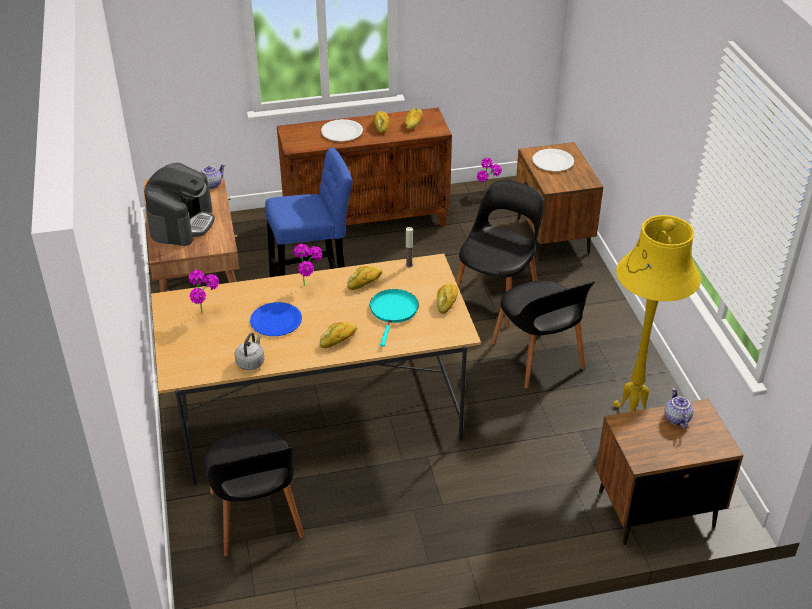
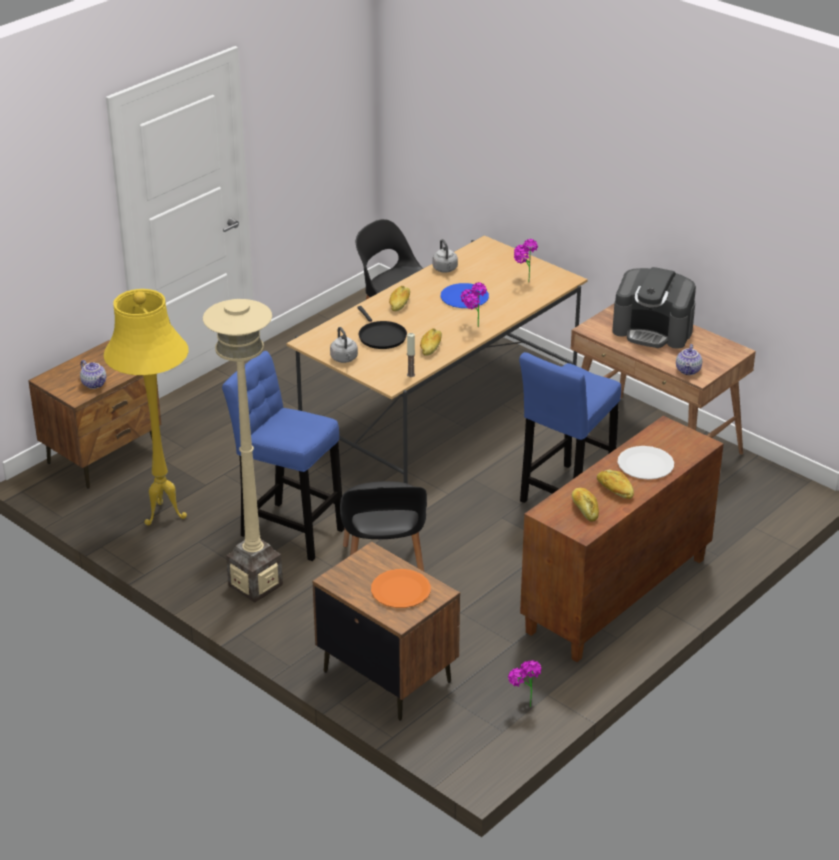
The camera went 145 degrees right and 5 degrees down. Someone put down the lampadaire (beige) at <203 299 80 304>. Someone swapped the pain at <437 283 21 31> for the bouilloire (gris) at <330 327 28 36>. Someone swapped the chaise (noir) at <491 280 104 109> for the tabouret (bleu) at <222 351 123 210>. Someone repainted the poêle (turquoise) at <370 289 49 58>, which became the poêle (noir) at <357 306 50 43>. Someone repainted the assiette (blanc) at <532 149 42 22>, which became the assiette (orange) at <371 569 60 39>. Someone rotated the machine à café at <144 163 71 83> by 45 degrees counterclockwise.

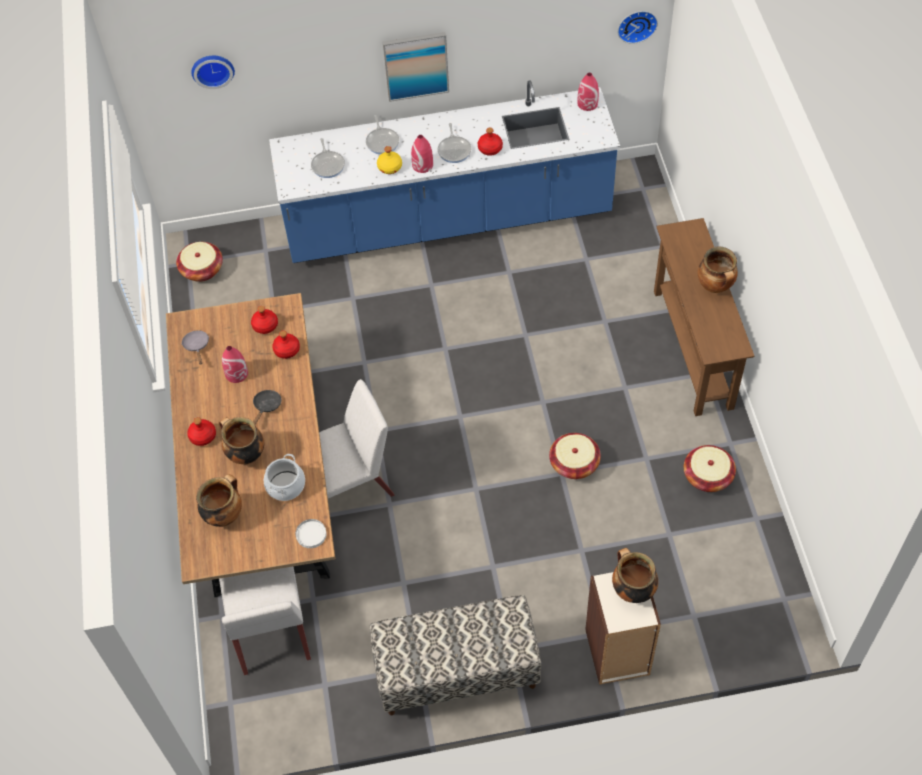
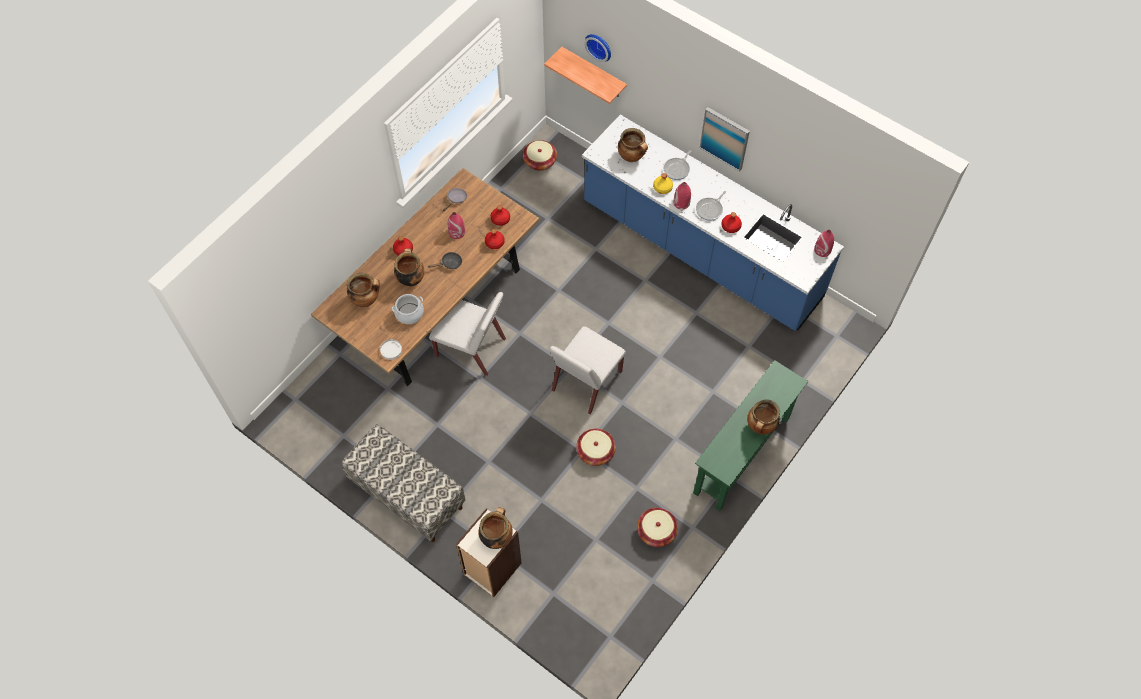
The camera went 45 degrees right and 5 degrees up. Someone took away the horloge murale at <618 11 40 33>. Someone put up the étagère at <544 47 83 57>. Someone carried the chaise (blanc) from <219 566 92 109> to <550 326 76 88>. Someone swapped the poêle at <311 138 34 40> for the marmite at <618 128 30 34>. Someone repainted the table console (marron) at <654 218 100 198>, which became the table console (vert) at <693 360 115 151>.

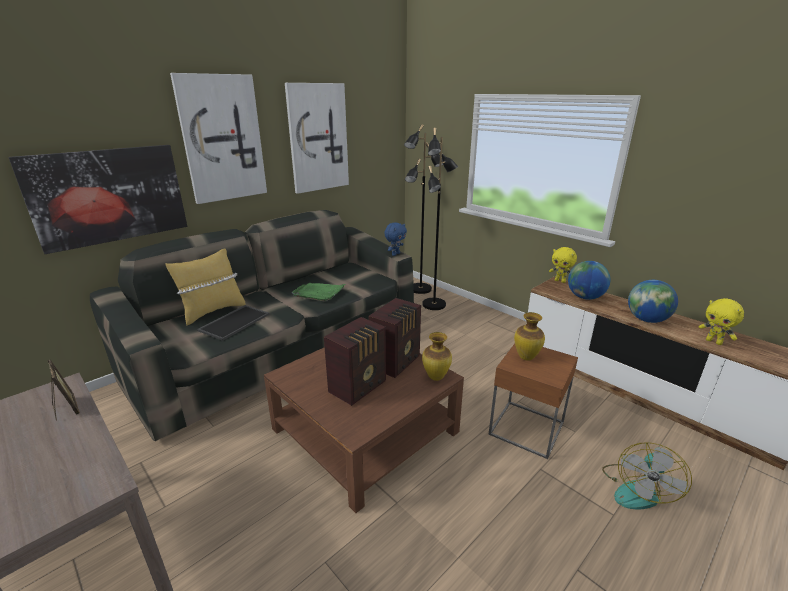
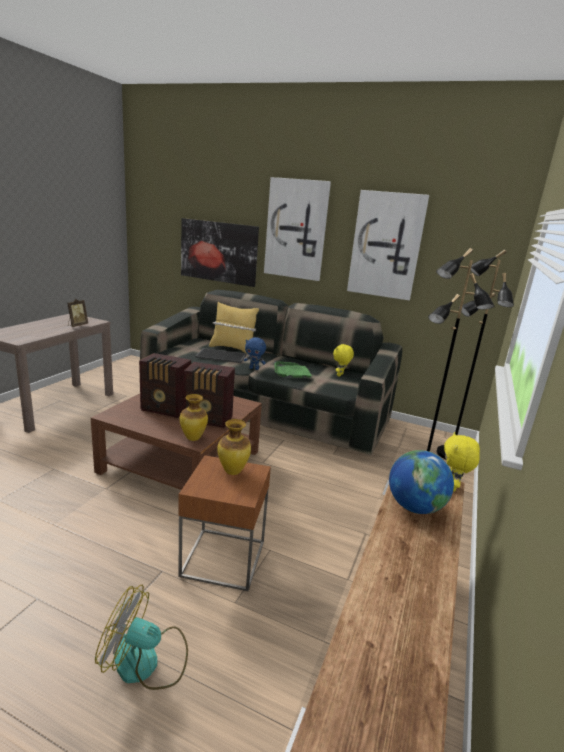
The camera went 65 degrees right and 5 degrees down. Someone took away the globe at <628 280 50 43>. Someone carried the peluche (bleu) from <384 222 23 34> to <244 337 22 33>. Someone carried the peluche (jaune) from <699 298 45 47> to <333 344 21 33>.

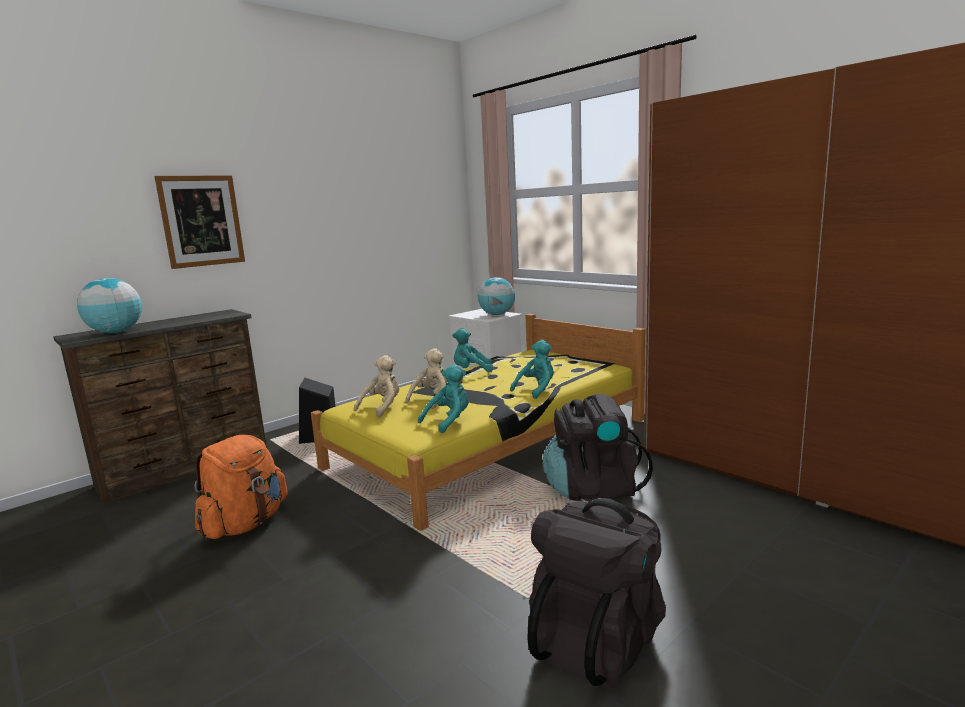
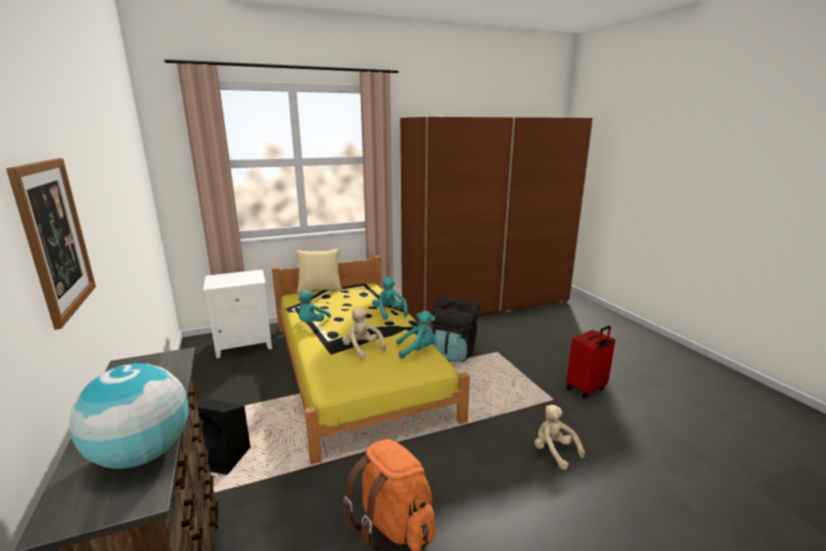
The camera went 70 degrees left and 5 degrees up. Someone took away the globe at <478 277 37 38>. Someone put down the coussin at <296 248 46 45>. Someone carried the peluche (beige) from <354 355 45 63> to <534 405 51 65>. Someone swapped the sac à dos (noir) at <528 498 138 191> for the valise (rouge) at <566 326 49 73>. Someone rotated the peluche (turquoise) at <418 365 51 68> by 105 degrees clockwise.

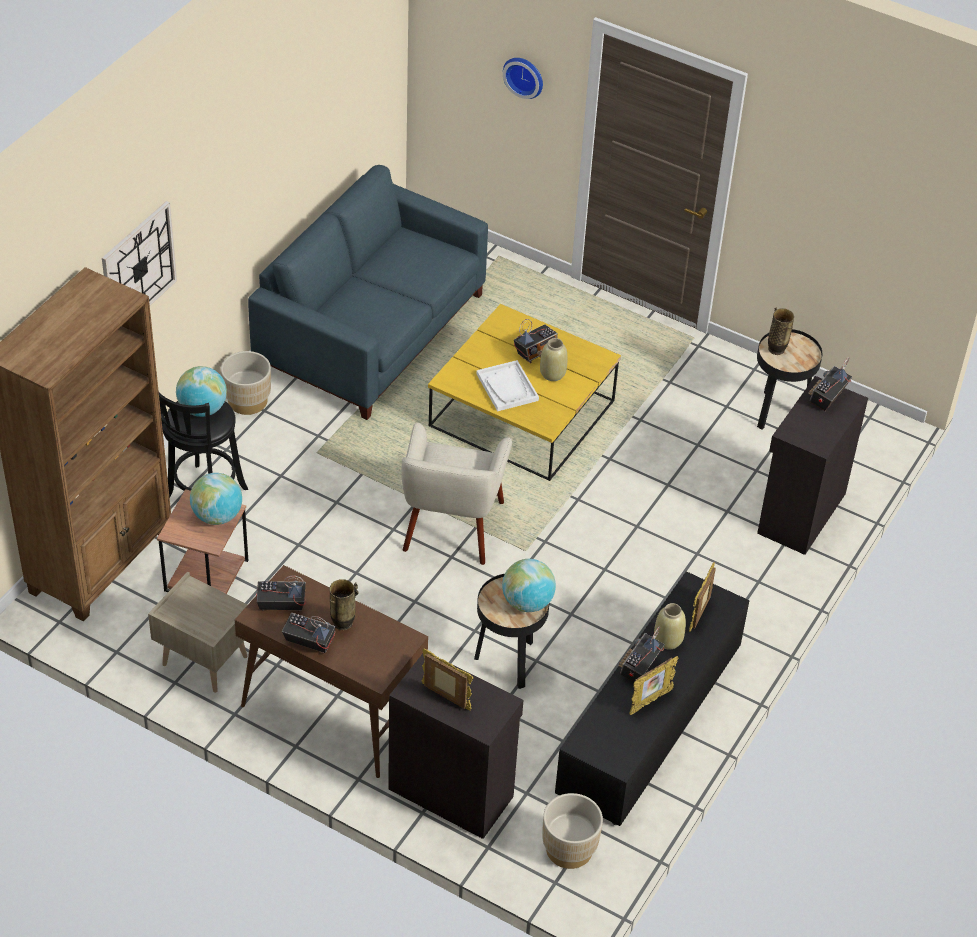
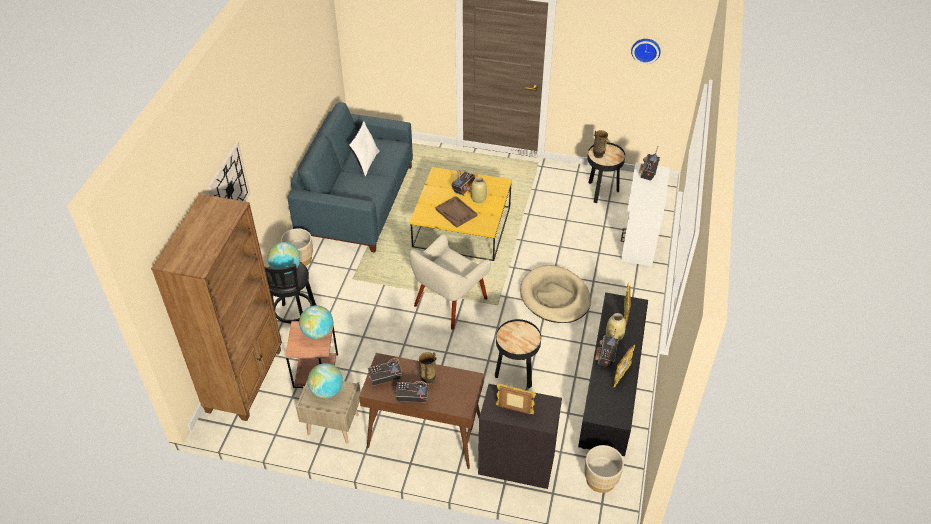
The camera went 15 degrees left and 0 degrees up. Someone put down the coussin (blanc) at <349 121 31 55>. Someone put down the panier pour chien (beige) at <520 265 71 58>. Someone carried the globe from <502 559 54 53> to <308 363 35 35>. Someone carried the horloge murale from <503 58 40 41> to <631 39 30 25>. Someone repainted the plateau (blanc) at <477 360 62 51>, which became the plateau (marron) at <435 196 42 32>. Someone repainted the meuble de rangement (noir) at <757 376 111 179>, which became the meuble de rangement (blanc) at <621 163 49 103>. Someone rotated the fauteuil (beige) at <401 423 111 142> by 45 degrees clockwise.

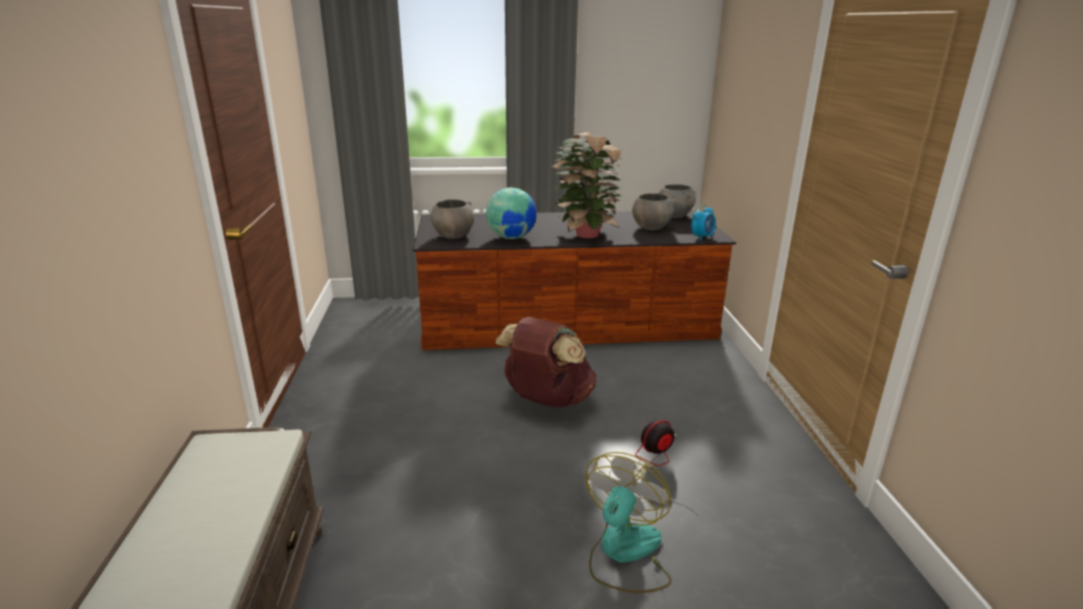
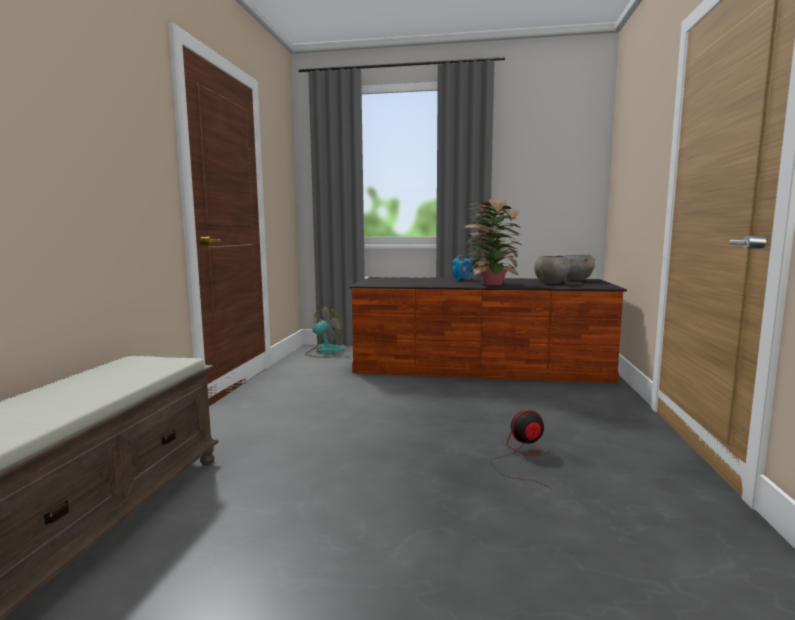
The camera went 15 degrees right and 15 degrees down. Someone took away the bol (gris) at <431 199 43 40>. Someone took away the globe at <486 188 51 51>. Someone took away the sac à dos (marron) at <495 317 101 91>. Someone carried the ventilateur from <585 452 87 141> to <305 306 39 52>. Someone carried the réveil from <692 204 24 37> to <452 255 20 25>.

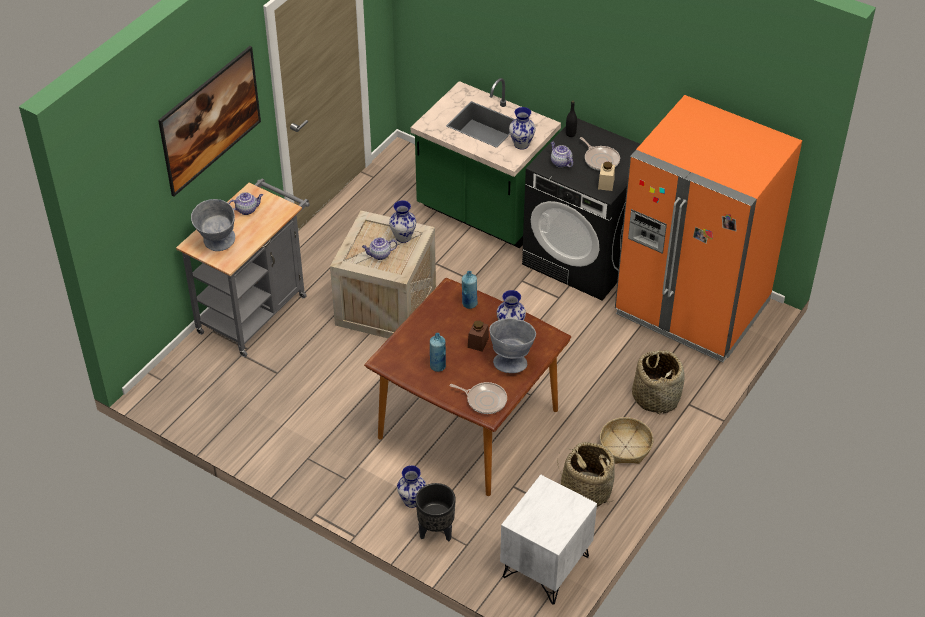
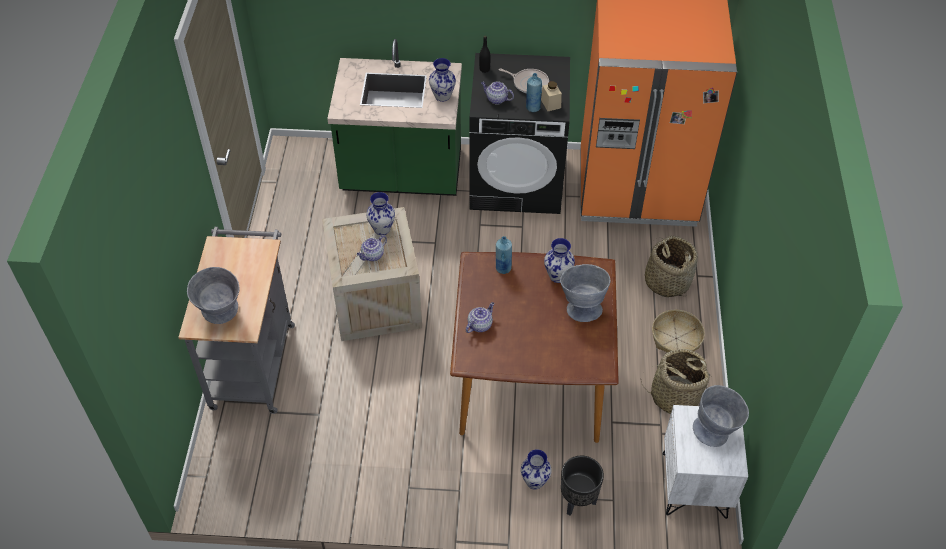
The camera went 30 degrees left and 5 degrees up. Someone took away the tableau at <158 46 103 151>. Someone took away the poêle at <450 382 57 32>. Someone took away the bocal (marron) at <468 320 21 32>. Someone put down the bol (gris) at <693 385 56 62>. Someone carried the théière from <229 192 34 23> to <466 302 29 31>. Someone carried the bouteille (bleu) from <430 333 16 39> to <526 73 16 39>.

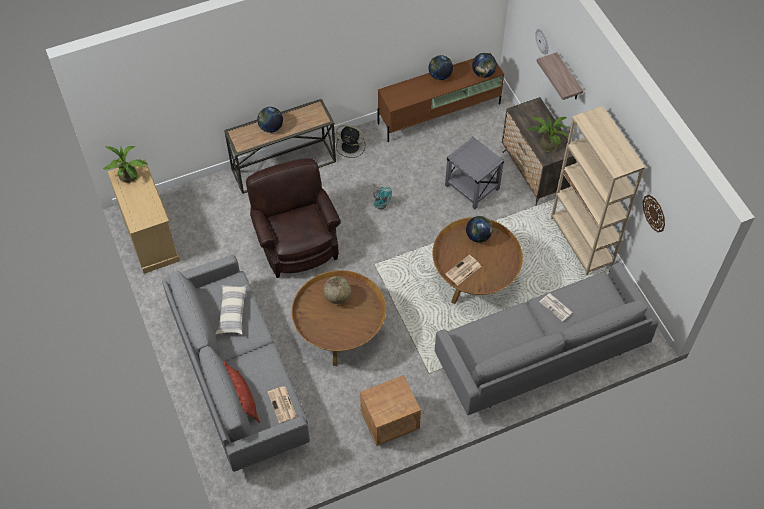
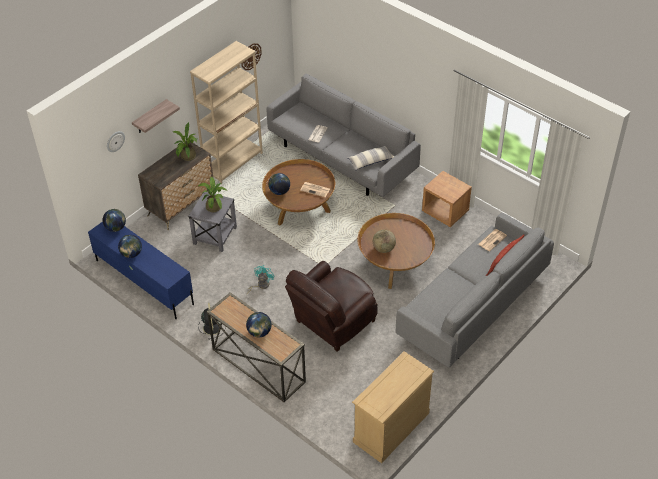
The camera went 115 degrees left and 10 degrees down. Someone carried the plante en pot from <103 146 46 37> to <198 177 28 35>. Someone carried the coussin from <215 285 32 50> to <347 146 47 24>. Someone repainted the meuble télé (marron) at <378 53 126 89>, which became the meuble télé (bleu) at <88 222 106 97>.

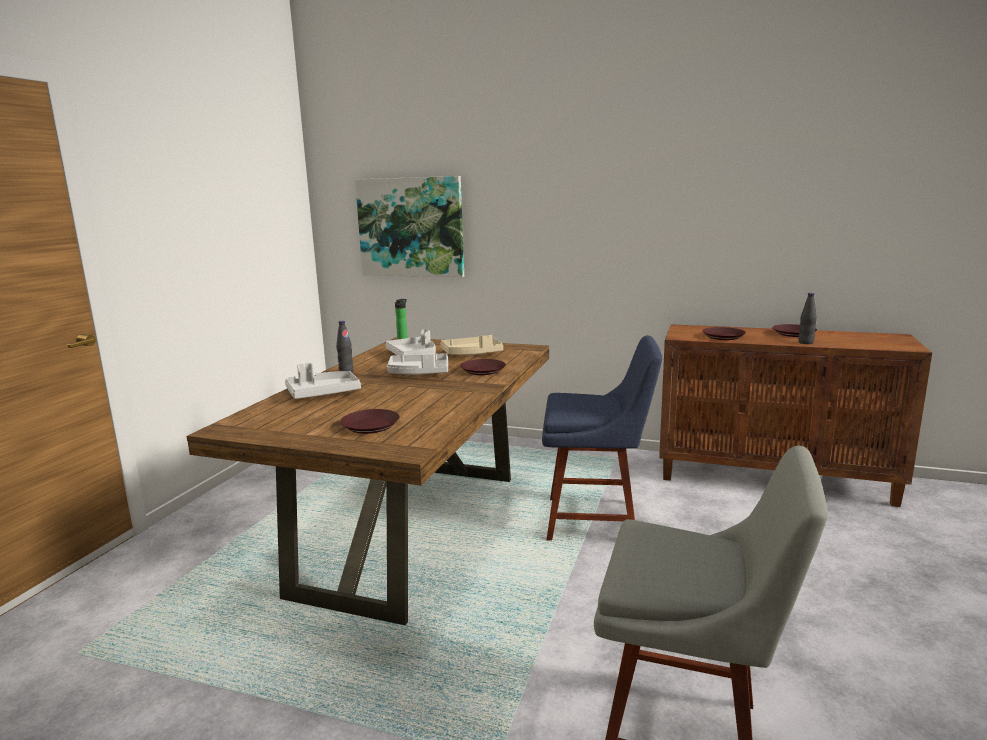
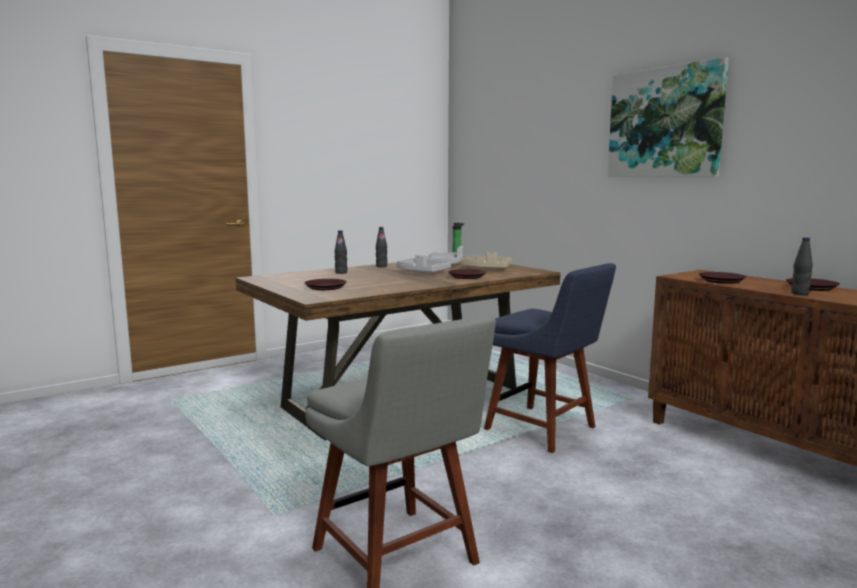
The camera went 35 degrees right and 5 degrees down. Someone carried the tableau from <355 176 109 101> to <608 57 121 120>. Someone swapped the plateau (gris) at <285 363 76 36> for the bouteille (noir) at <335 230 12 44>.

